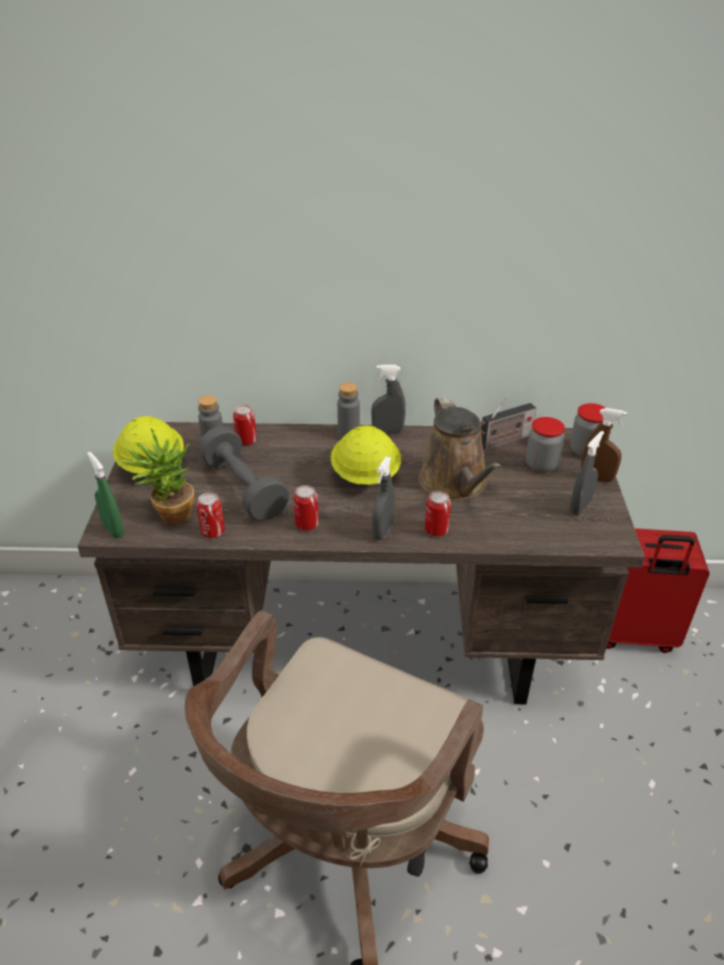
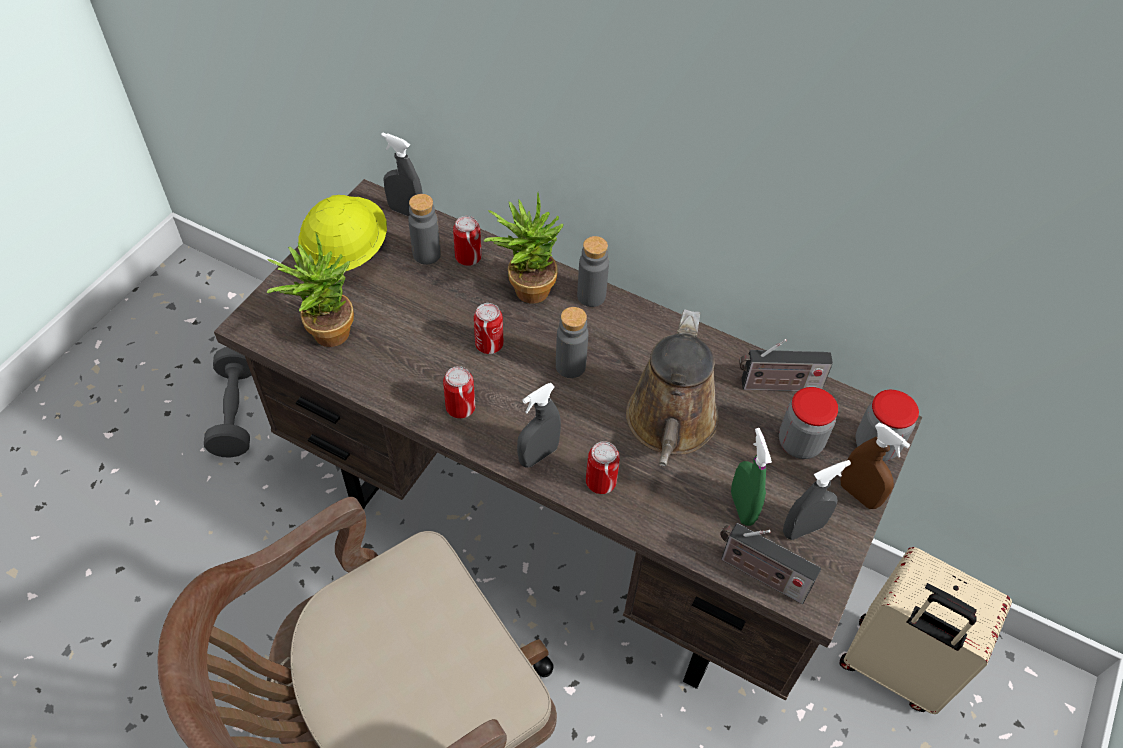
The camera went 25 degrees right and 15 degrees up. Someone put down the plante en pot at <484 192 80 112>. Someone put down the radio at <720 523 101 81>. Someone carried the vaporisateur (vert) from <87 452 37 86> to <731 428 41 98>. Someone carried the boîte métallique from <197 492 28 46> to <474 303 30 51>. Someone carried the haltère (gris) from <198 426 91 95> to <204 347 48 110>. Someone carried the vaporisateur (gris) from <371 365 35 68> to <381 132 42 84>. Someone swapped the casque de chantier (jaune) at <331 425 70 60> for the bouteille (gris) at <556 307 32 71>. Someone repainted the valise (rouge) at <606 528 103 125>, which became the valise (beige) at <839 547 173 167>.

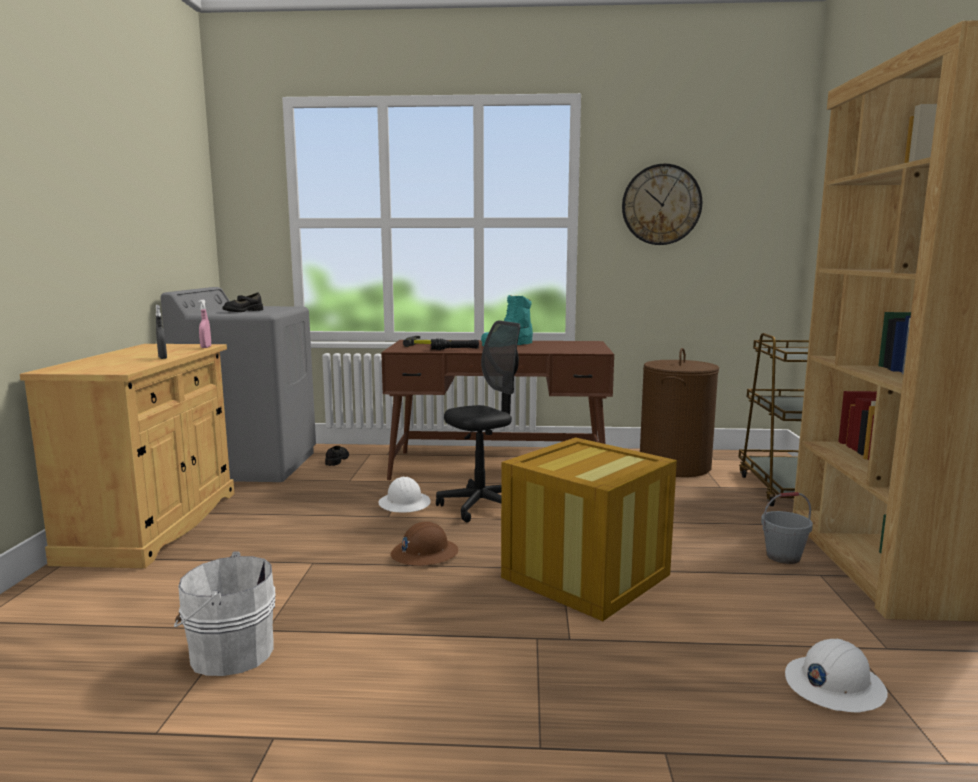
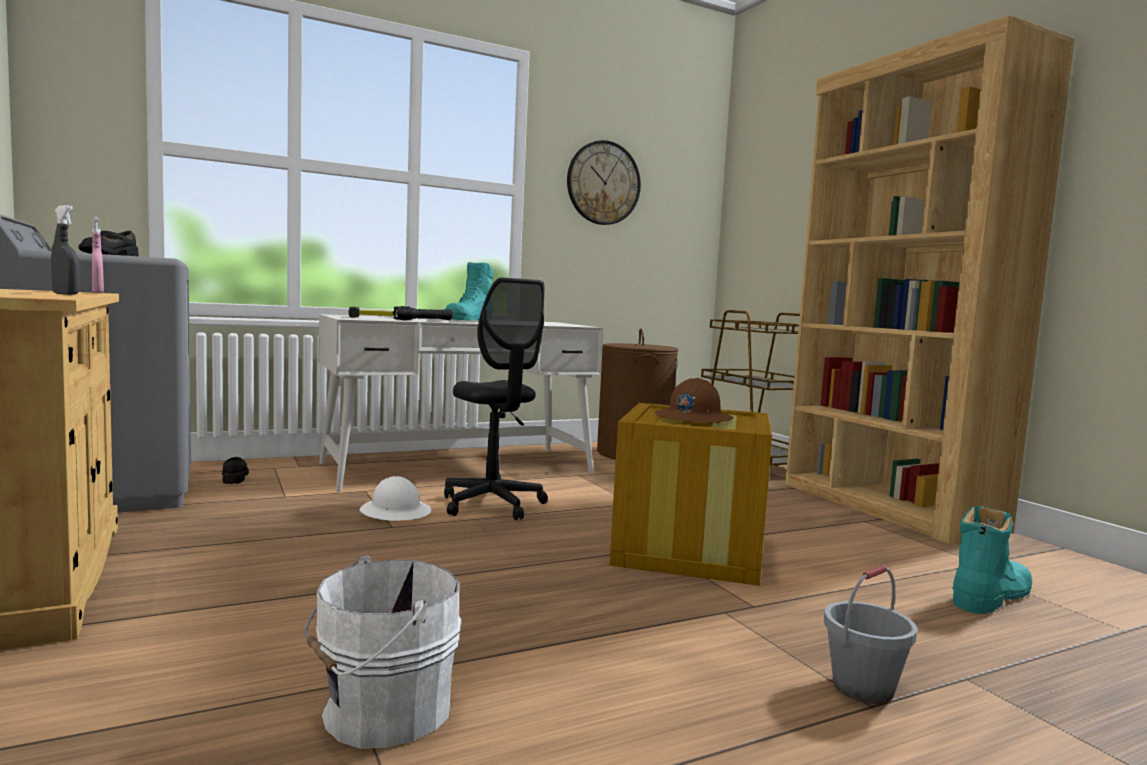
The camera went 30 degrees left and 5 degrees down. Someone carried the casque de chantier (marron) from <391 521 67 45> to <655 378 78 46>. Someone carried the seau (gris) from <761 492 52 72> to <824 565 93 139>. Someone swapped the casque de chantier (blanc) at <785 639 103 74> for the botte (turquoise) at <952 506 80 108>. Someone repainted the bureau (marron) at <381 340 233 140>, which became the bureau (blanc) at <319 314 284 177>. Someone rotated the chaise de bureau (noir) at <436 320 84 203> by 120 degrees clockwise.

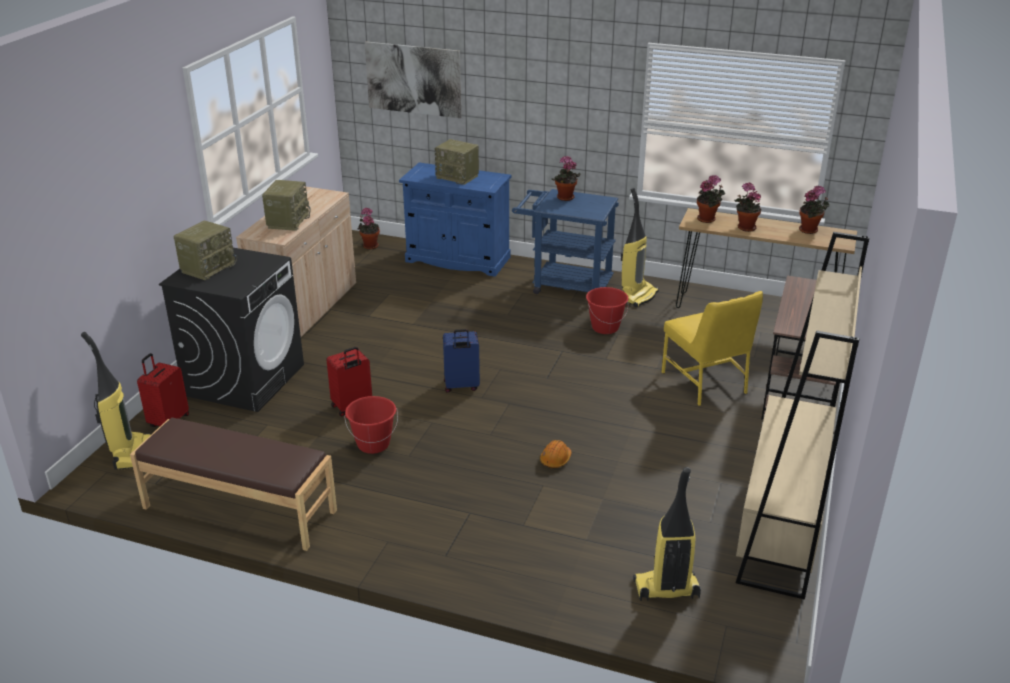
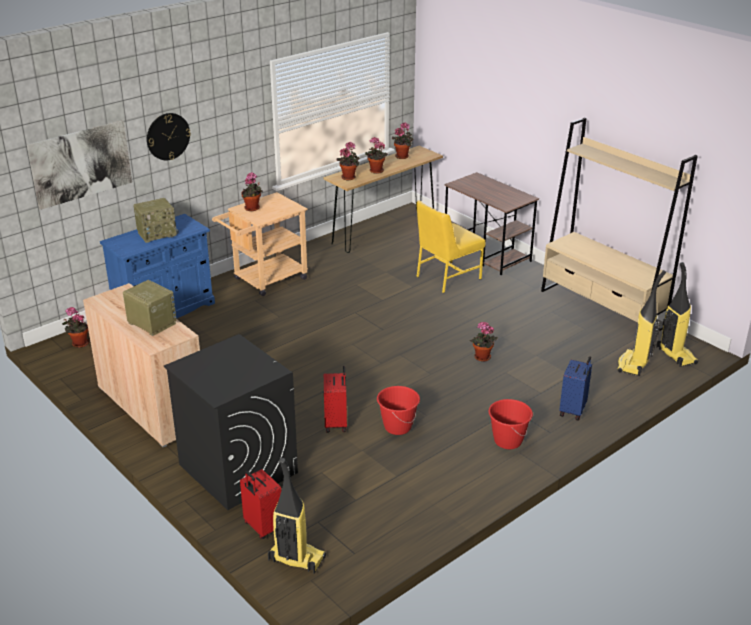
The camera went 60 degrees left and 0 degrees up. Someone took away the banc (marron) at <130 418 207 133>. Someone took away the radio at <174 221 63 59>. Someone put up the horloge murale at <147 113 44 47>. Someone carried the valise (bleu) from <443 329 37 64> to <559 356 33 64>. Someone carried the seau (rouge) from <586 287 43 47> to <489 399 44 50>. Someone carried the aspirateur from <621 188 37 119> to <656 262 42 105>. Someone swapped the casque de chantier (orange) at <540 440 32 29> for the plante en pot at <470 322 28 40>. Someone repainted the chariot (bleu) at <512 189 107 105>, which became the chariot (beige) at <212 192 96 104>. Someone rotated the chaise (jaune) at <661 291 102 115> by 135 degrees clockwise.

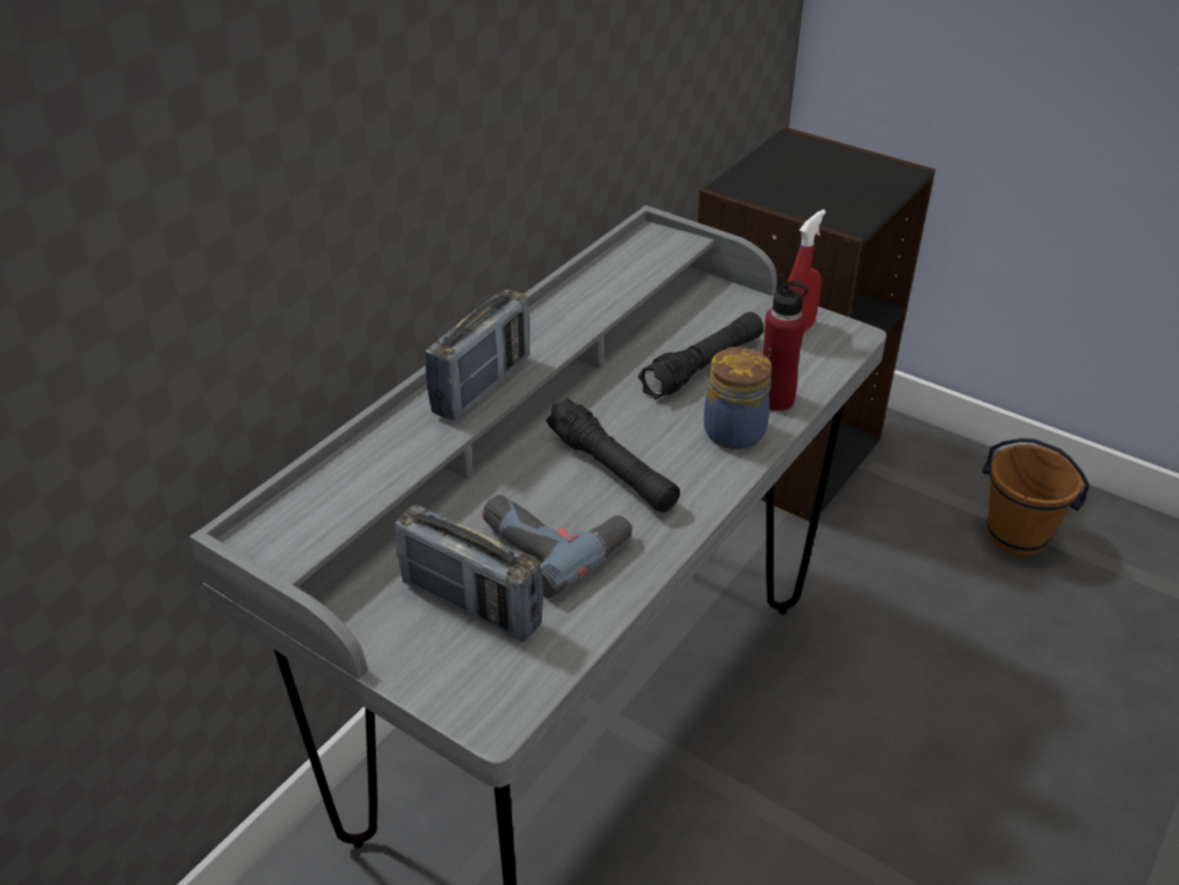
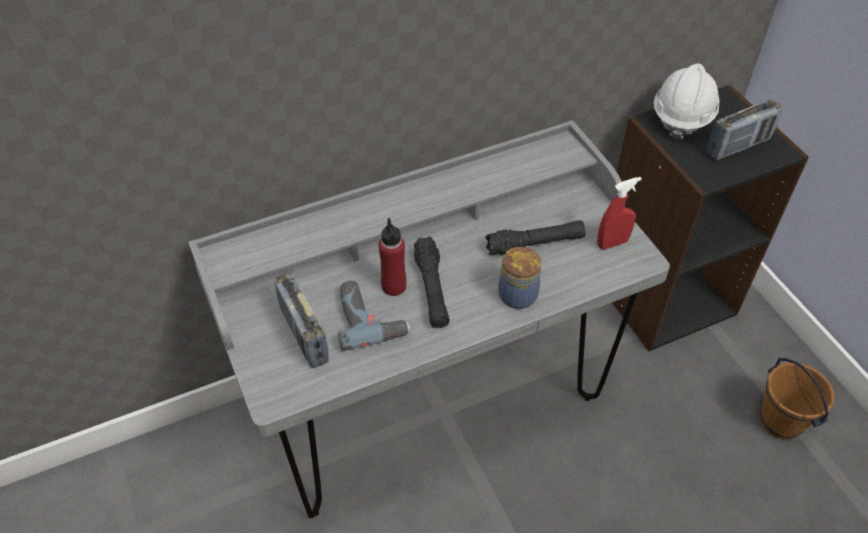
The camera went 30 degrees right and 10 degrees up. Someone put down the casque de chantier (blanc) at <654 63 66 77>. Someone carried the radio from <425 289 105 132> to <706 100 77 60>. Someone carried the bouteille (rouge) from <763 274 45 137> to <378 218 28 78>.

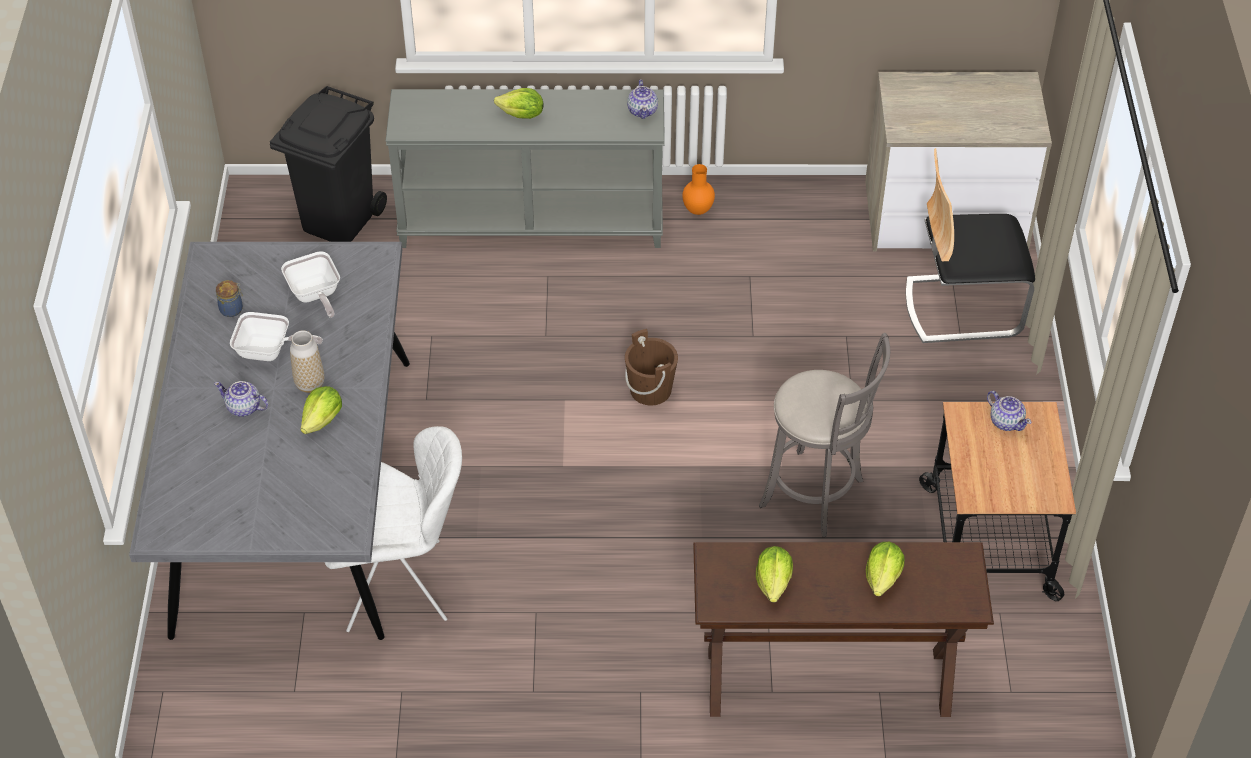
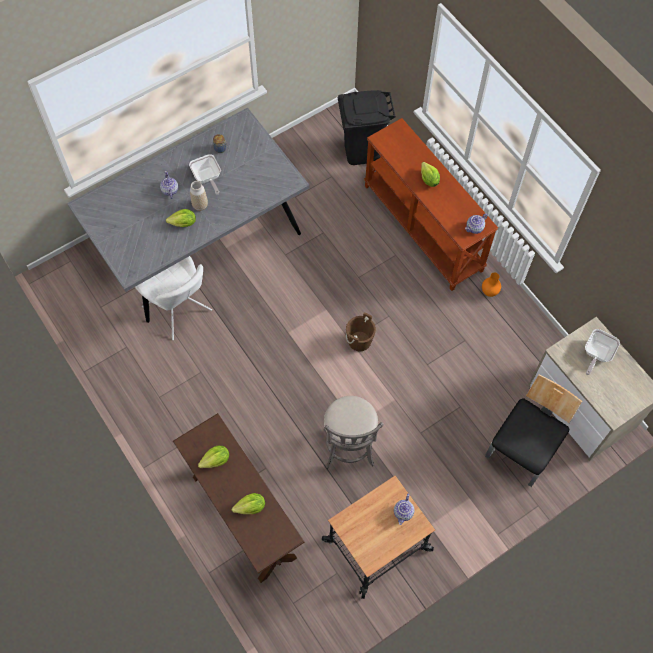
The camera went 55 degrees right and 15 degrees up. Someone carried the poêle from <281 251 59 67> to <585 329 35 46>. Someone repainted the table console (gris) at <385 89 280 159>, which became the table console (marron) at <364 118 134 173>. Someone rotated the chaise at <906 148 129 195> by 75 degrees clockwise.

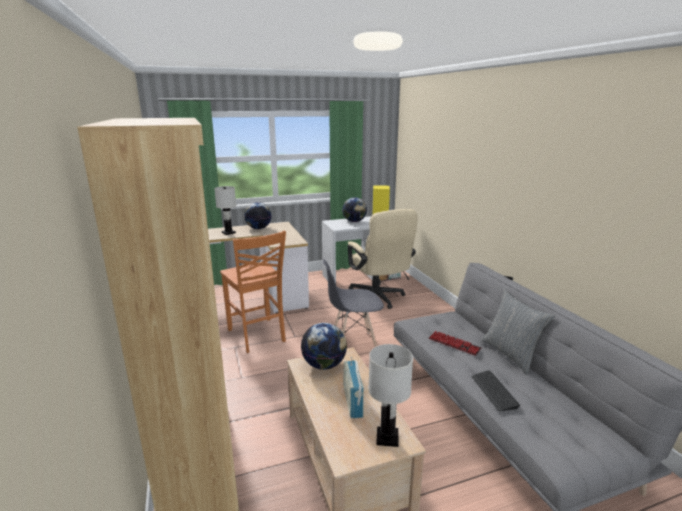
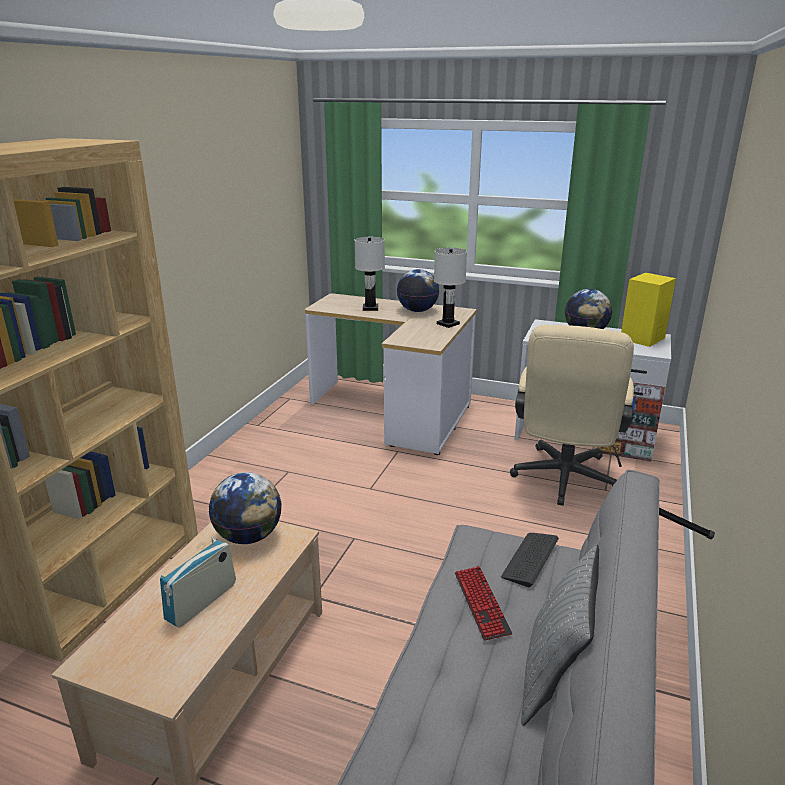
The camera went 40 degrees right and 5 degrees up. Someone took away the chaise (orange) at <220 231 66 122>. Someone took away the chaise (gris) at <323 259 61 88>. Someone carried the lampe de table (blanc) from <368 344 45 103> to <434 248 33 80>. Someone carried the clavier from <472 370 49 41> to <501 533 58 54>.

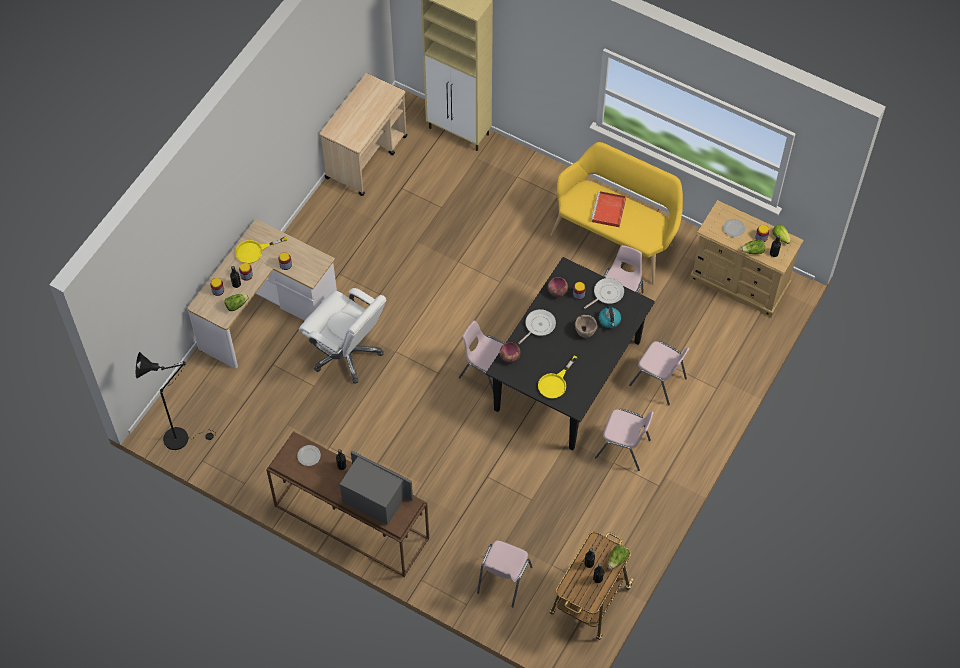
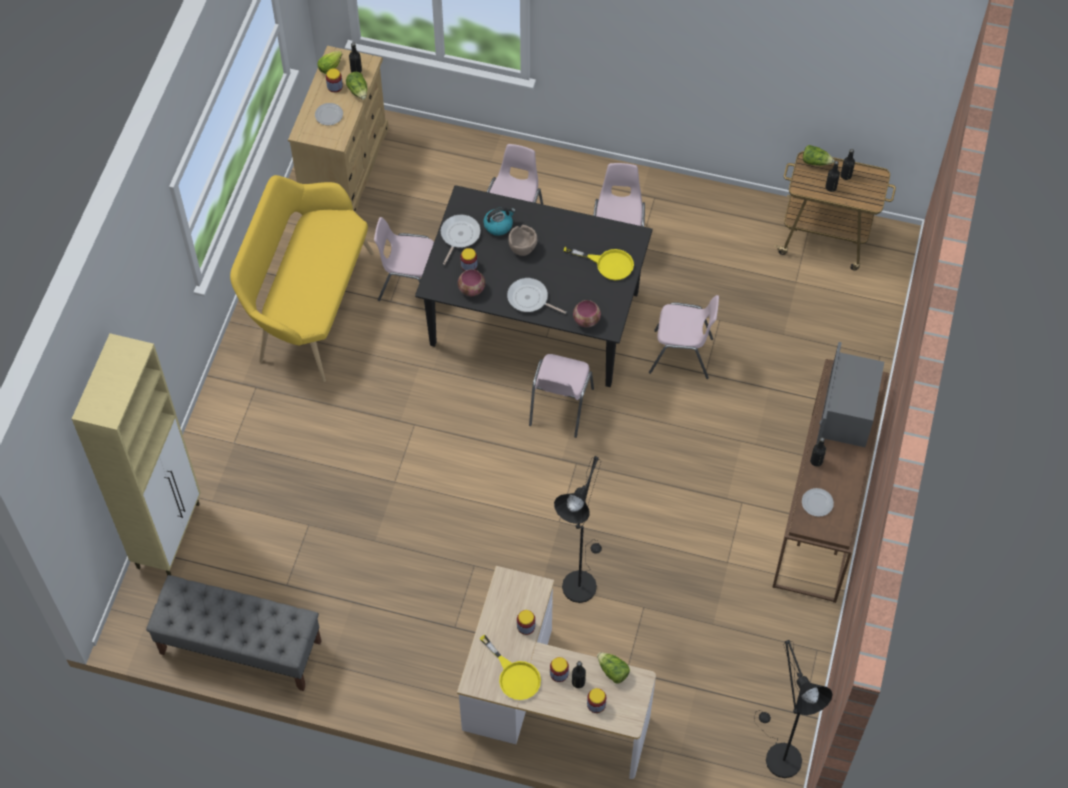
The camera went 105 degrees left and 0 degrees up. Someone took away the plateau (rouge) at <591 191 35 36>. Someone carried the chaise (rose) from <477 541 56 66> to <649 295 70 84>. Someone swapped the chaise de bureau (blanc) at <299 288 87 96> for the lampadaire (noir) at <554 456 48 147>. Someone swapped the chariot (beige) at <319 73 88 123> for the banc (gris) at <146 575 175 116>. Someone rotated the poêle at <584 278 40 31> by 75 degrees clockwise.

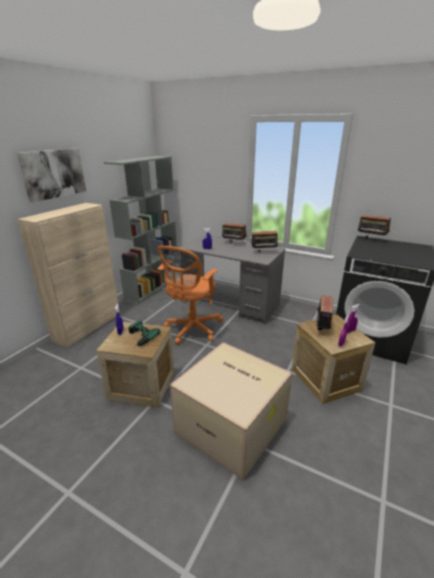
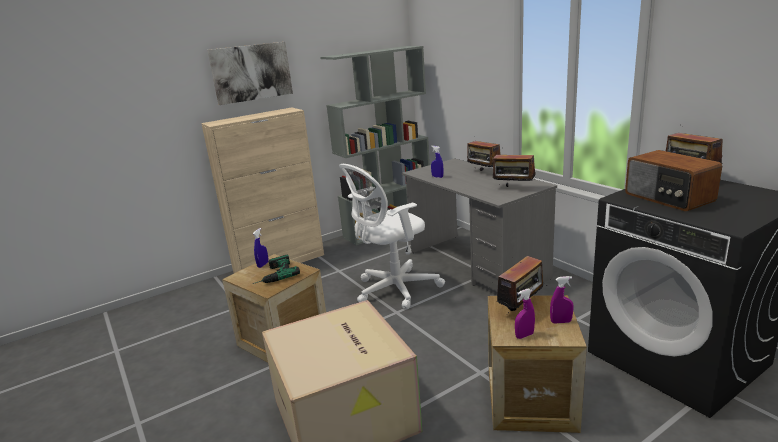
The camera went 30 degrees right and 5 degrees down. Someone put down the radio at <625 150 97 61>. Someone repainted the chaise de bureau (orange) at <157 246 66 99>, which became the chaise de bureau (blanc) at <339 164 106 145>.

